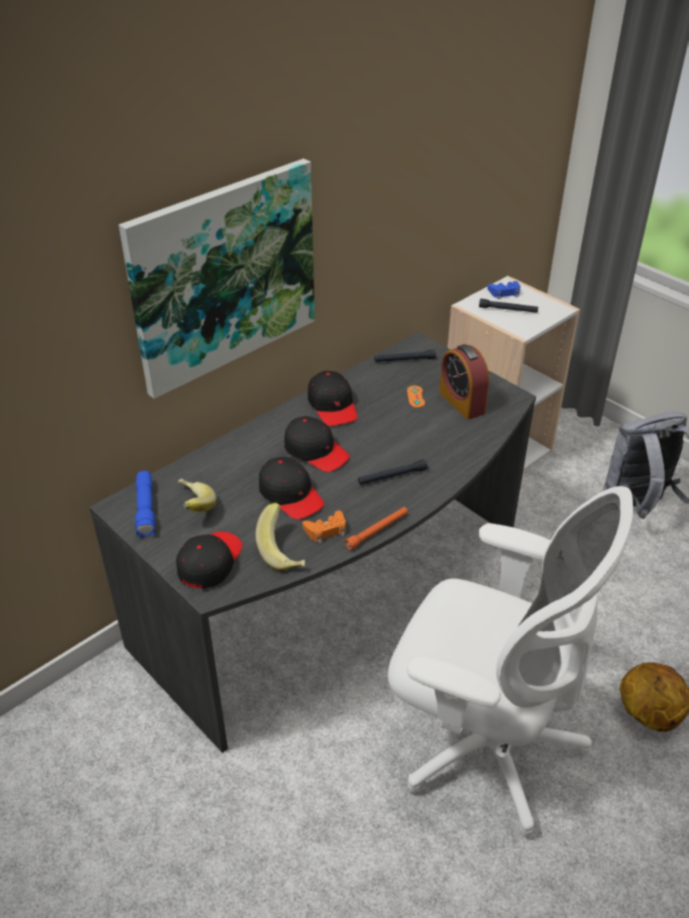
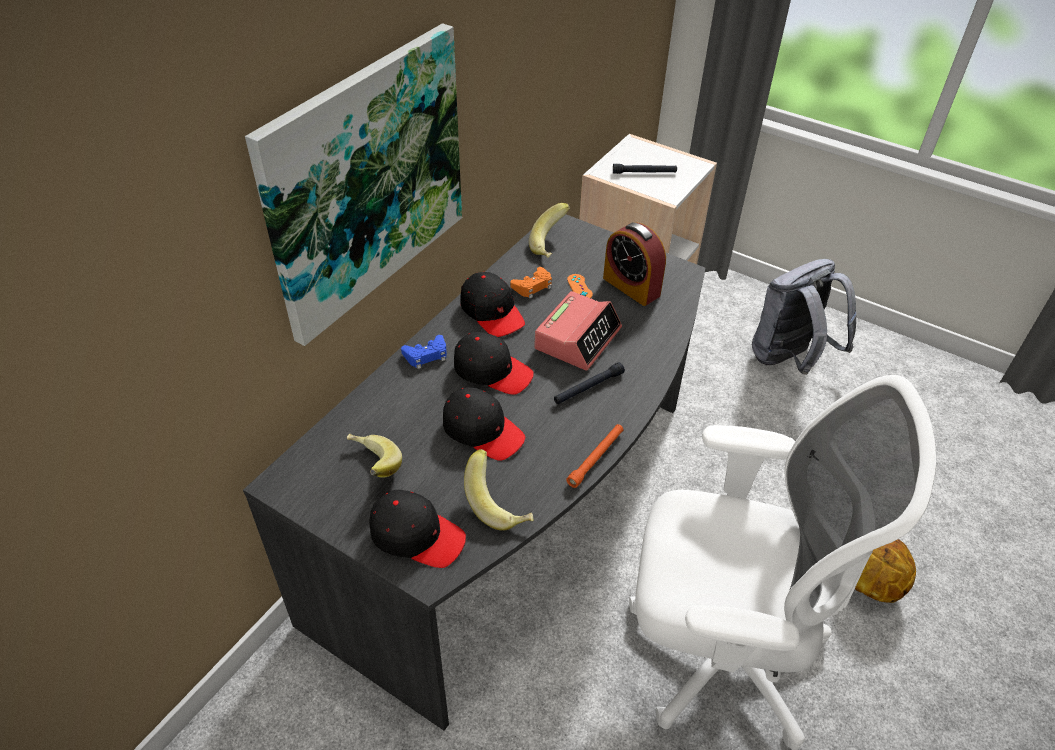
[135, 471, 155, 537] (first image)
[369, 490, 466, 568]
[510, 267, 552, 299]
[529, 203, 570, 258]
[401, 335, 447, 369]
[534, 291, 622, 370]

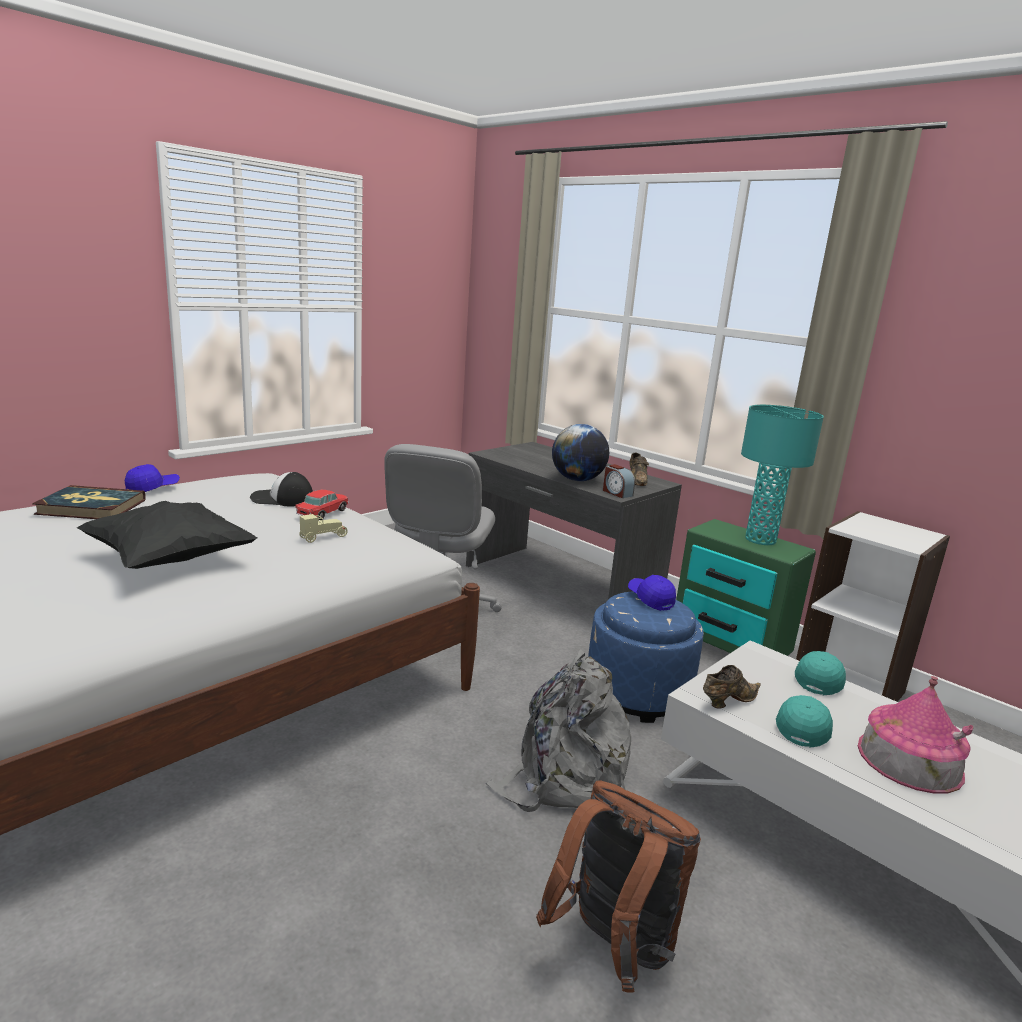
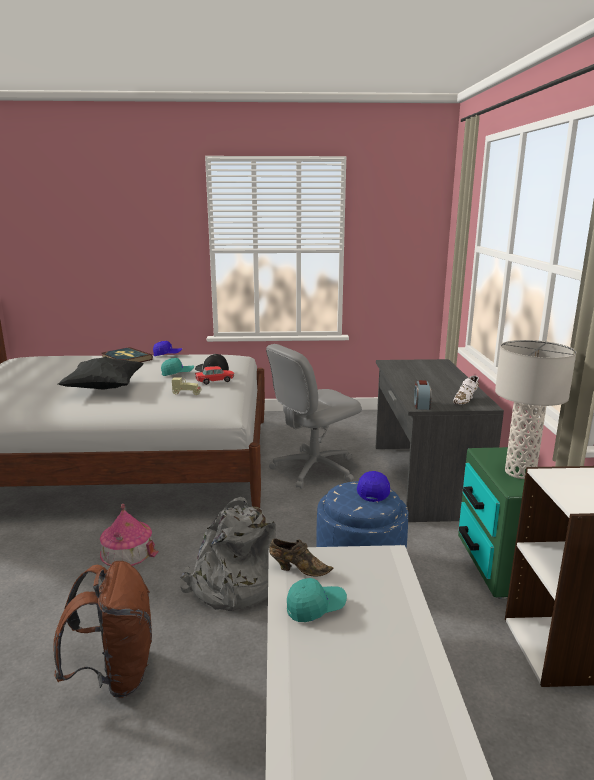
[552, 424, 609, 481] (first image)
[453, 376, 479, 404]
[495, 340, 576, 479]
[161, 358, 194, 376]
[100, 504, 159, 566]

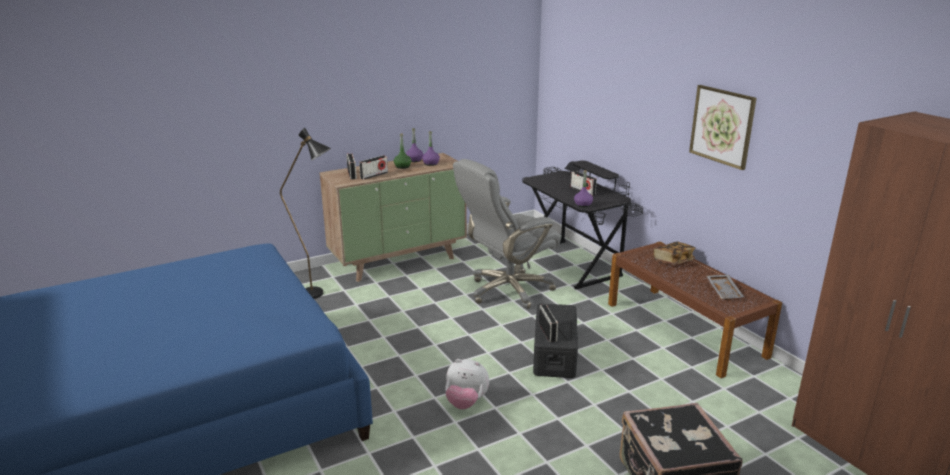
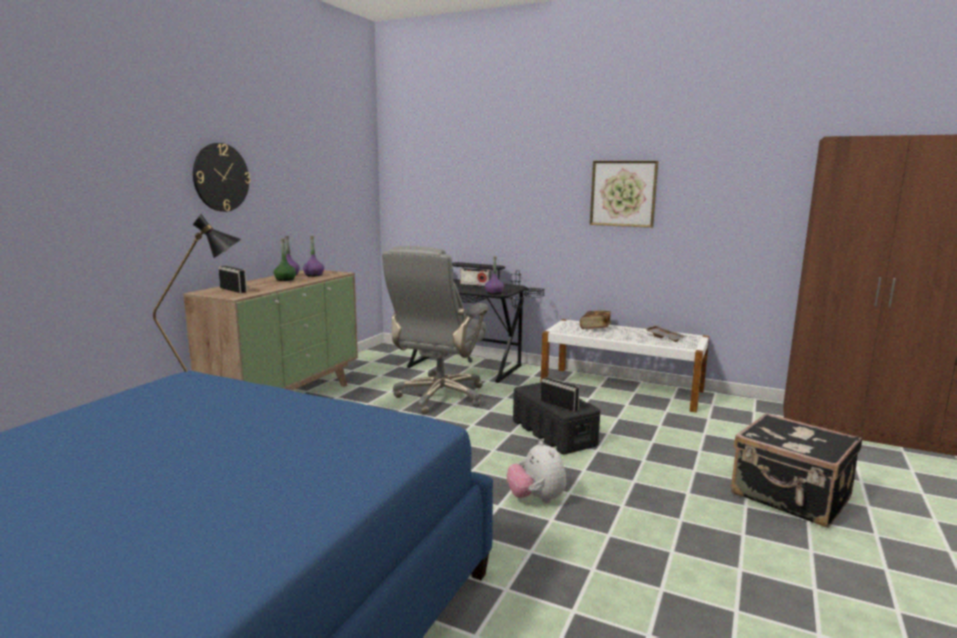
[359, 155, 388, 180] (first image)
[507, 441, 566, 503]
[541, 319, 709, 413]
[193, 143, 251, 212]

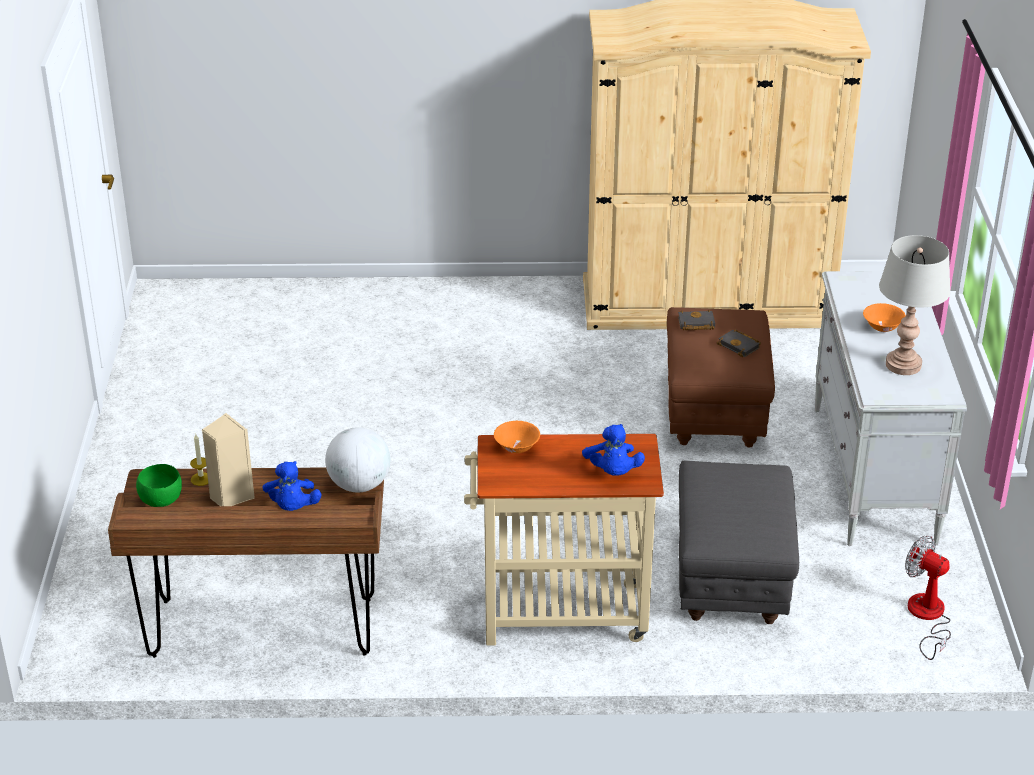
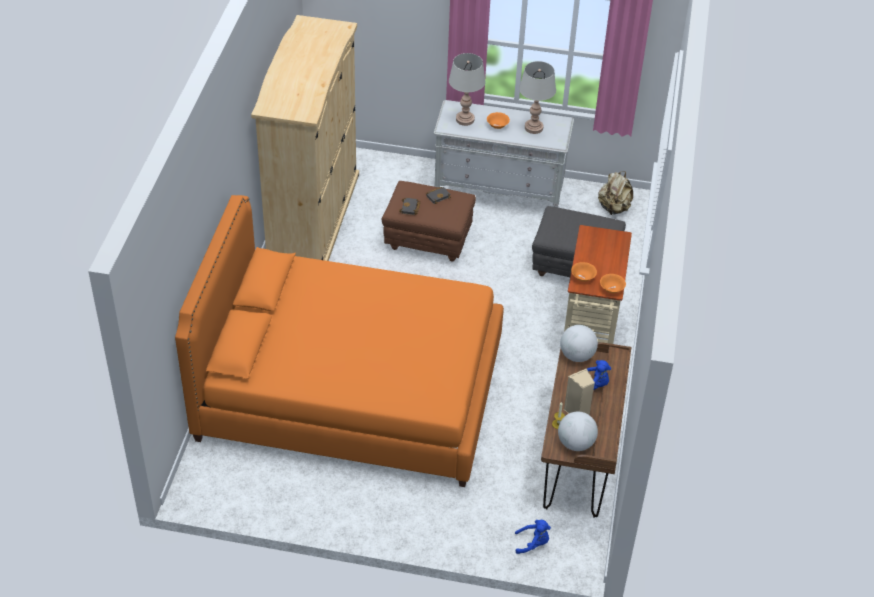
[558, 412, 598, 451]
[515, 520, 551, 554]
[598, 171, 633, 215]
[175, 195, 504, 487]
[449, 53, 486, 126]
[600, 274, 626, 293]

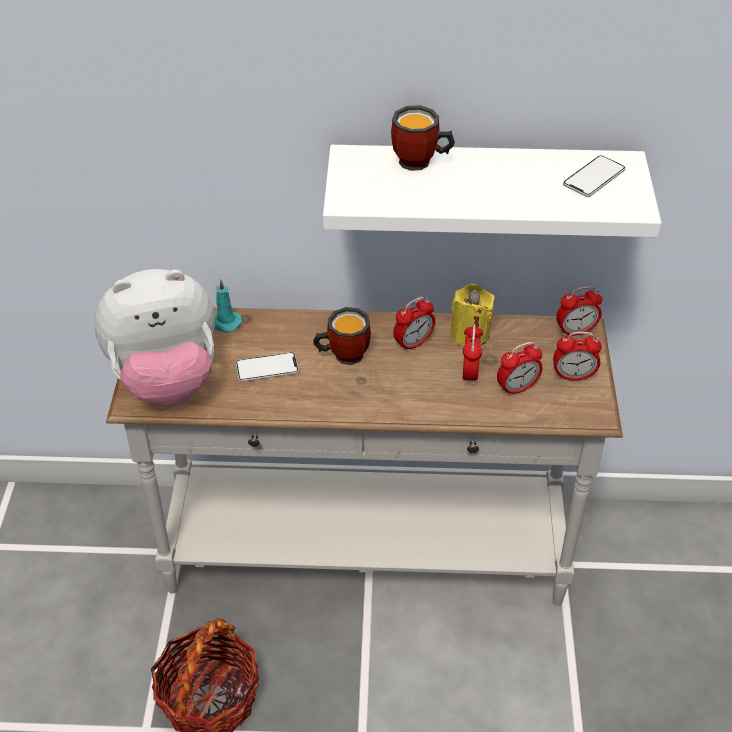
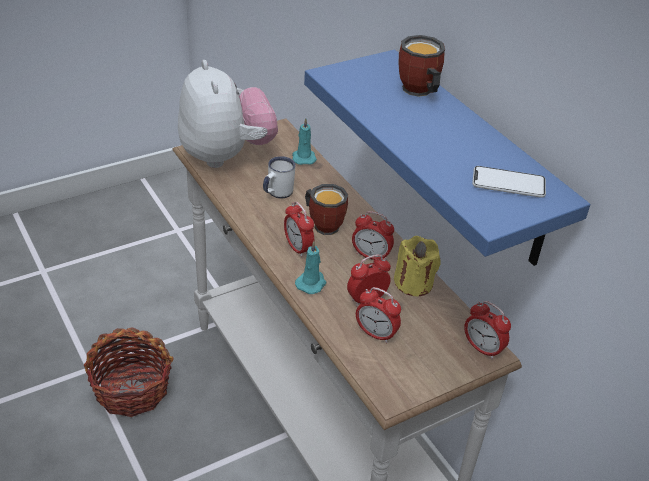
[178, 60, 278, 168]
[263, 156, 296, 199]
[304, 50, 590, 266]
[284, 202, 314, 257]
[295, 241, 326, 294]

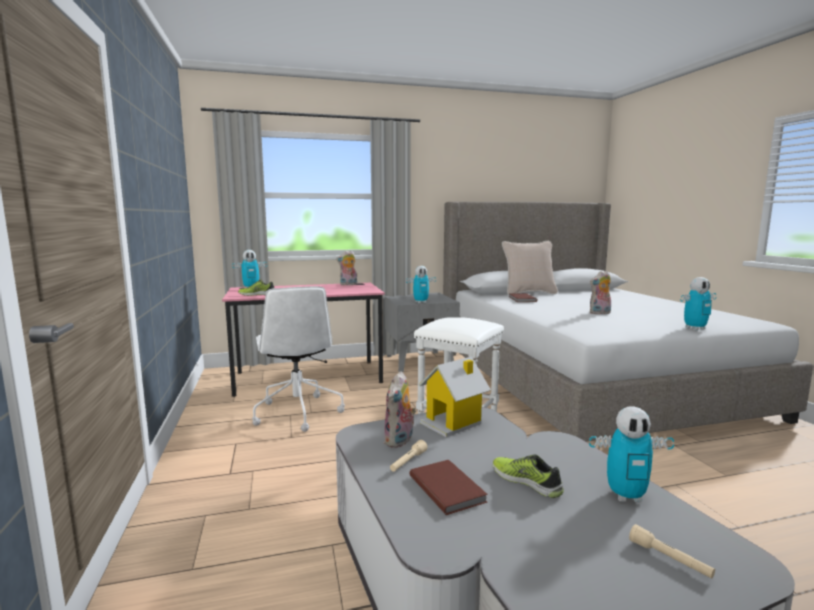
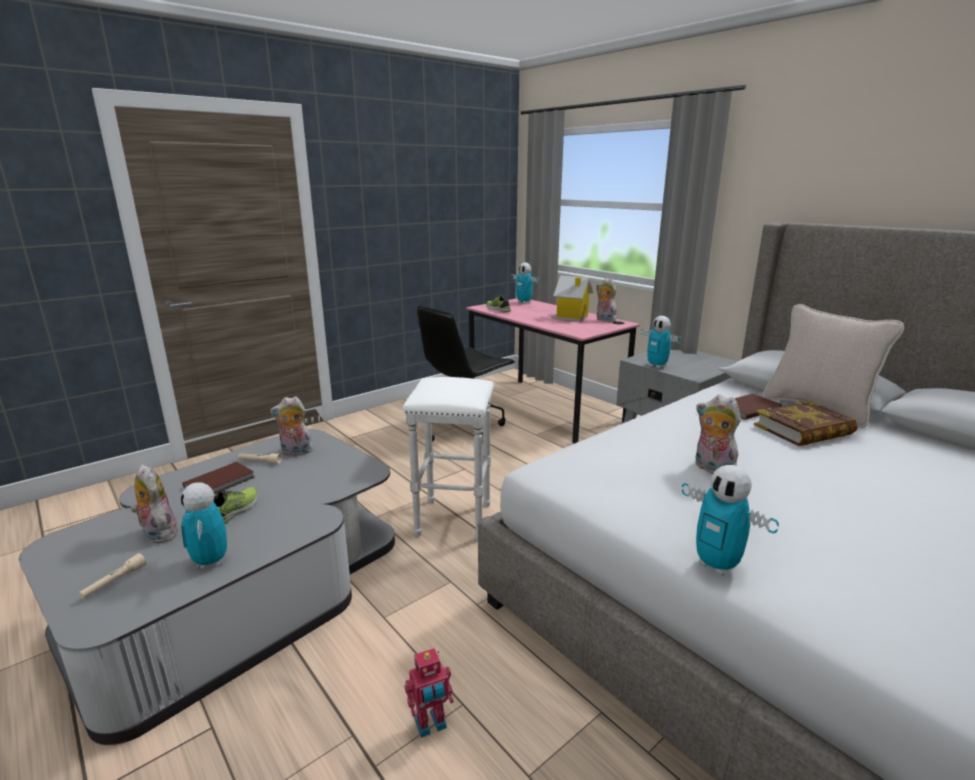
[417, 306, 516, 445]
[551, 275, 593, 322]
[131, 465, 178, 543]
[405, 648, 453, 738]
[754, 401, 858, 446]

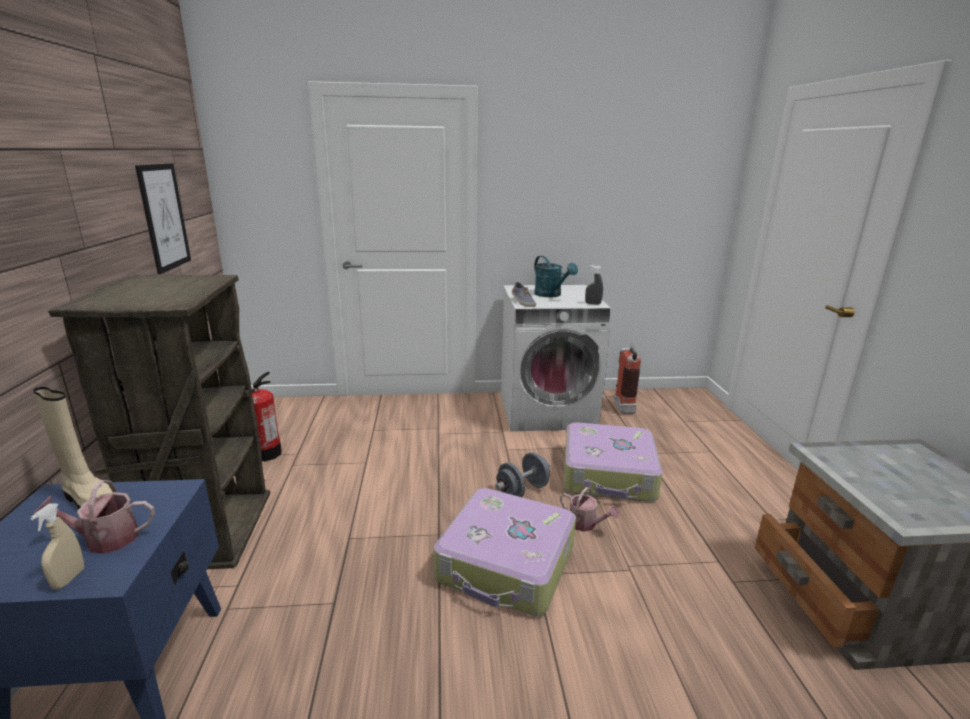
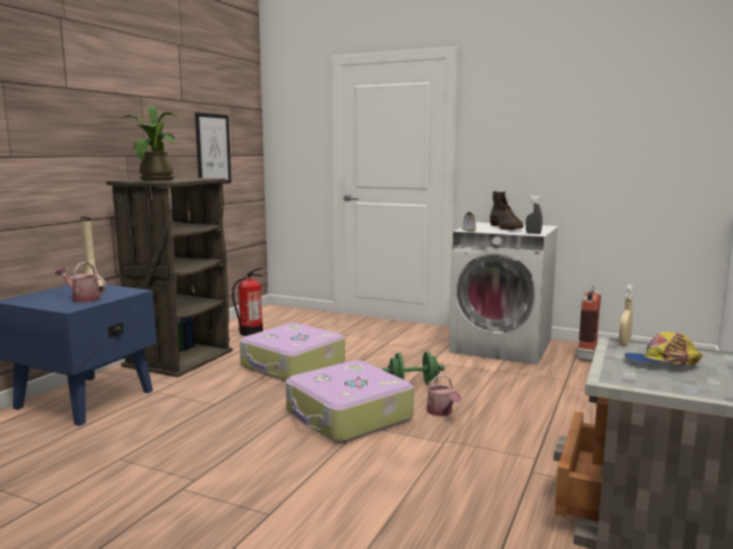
[618, 285, 633, 346]
[383, 352, 445, 385]
[490, 191, 523, 230]
[240, 323, 345, 381]
[118, 105, 184, 181]
[624, 332, 703, 366]

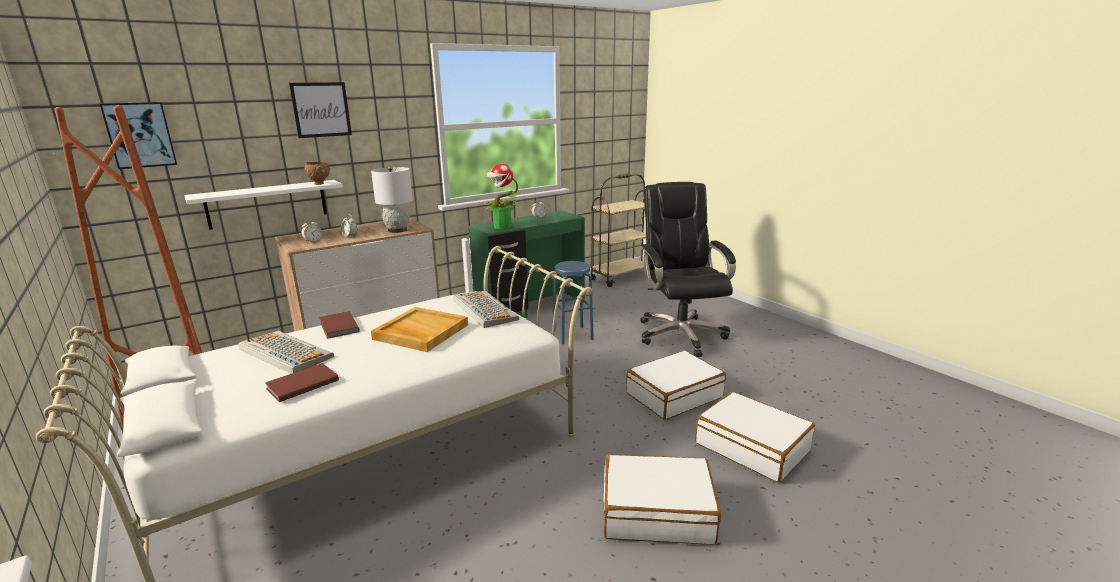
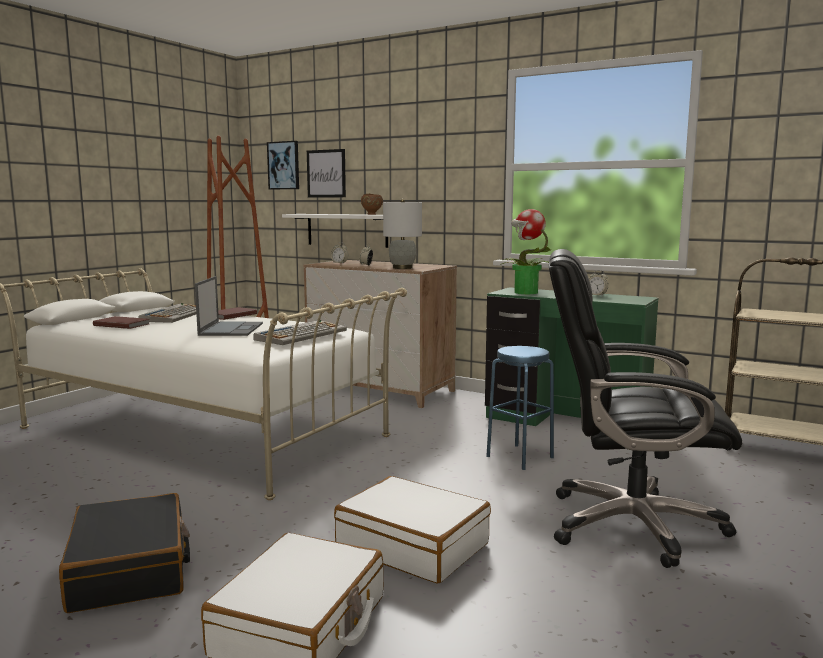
[307, 149, 346, 197]
[195, 276, 263, 336]
[59, 493, 190, 613]
[549, 249, 742, 568]

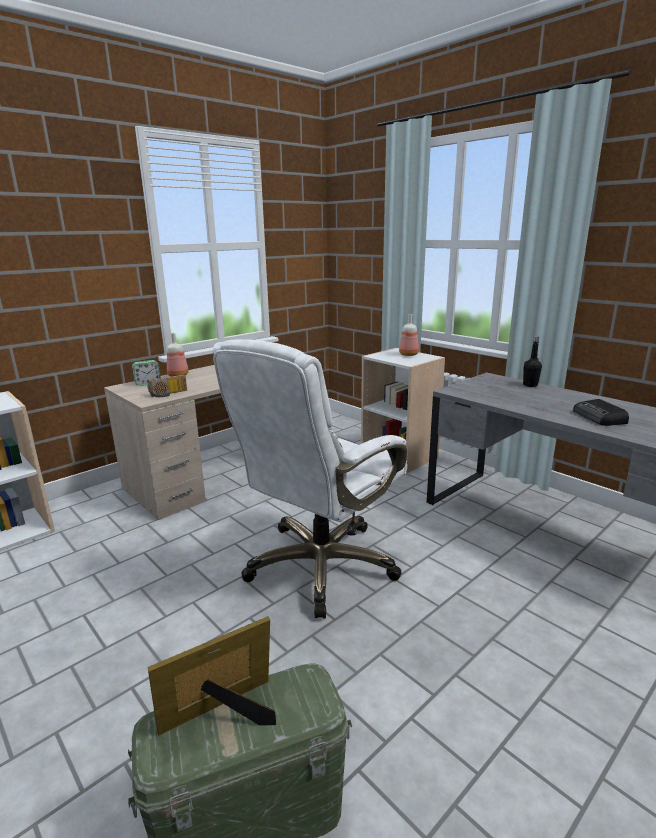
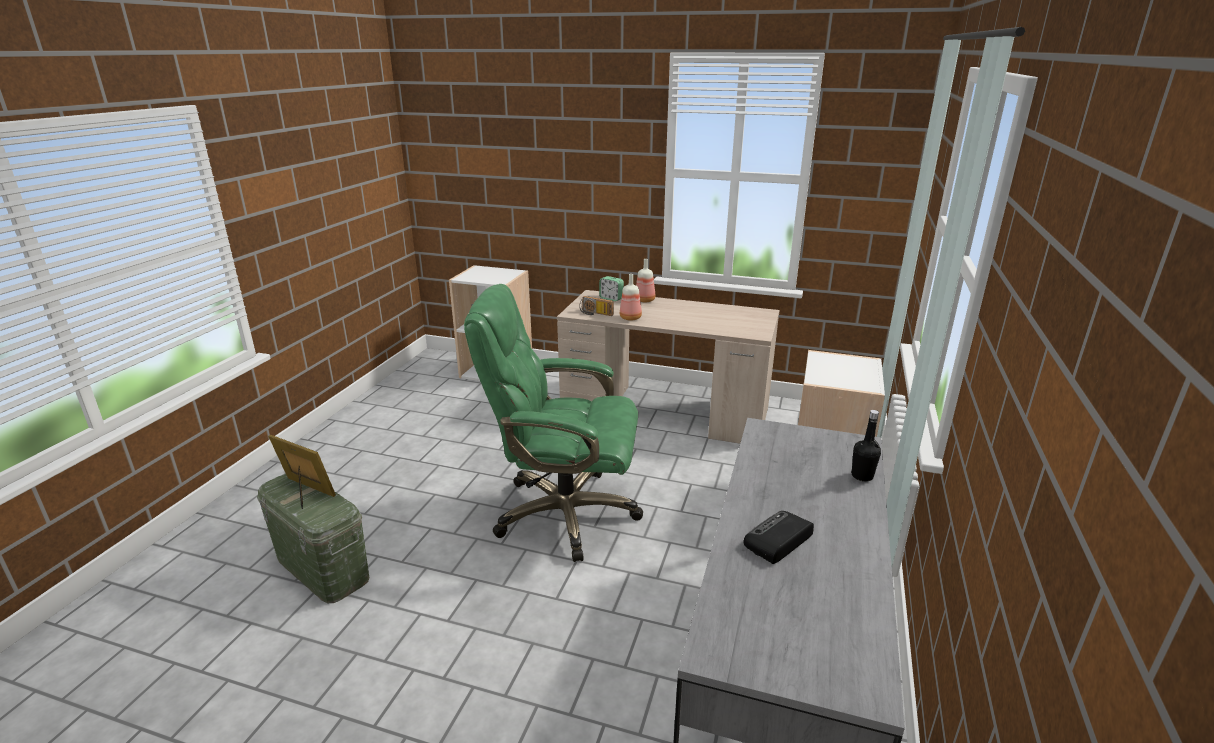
[464, 284, 643, 562]
[620, 274, 642, 320]

